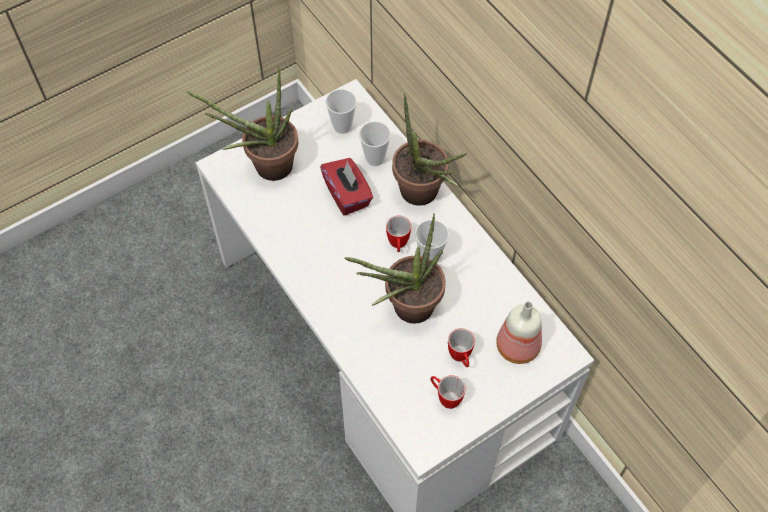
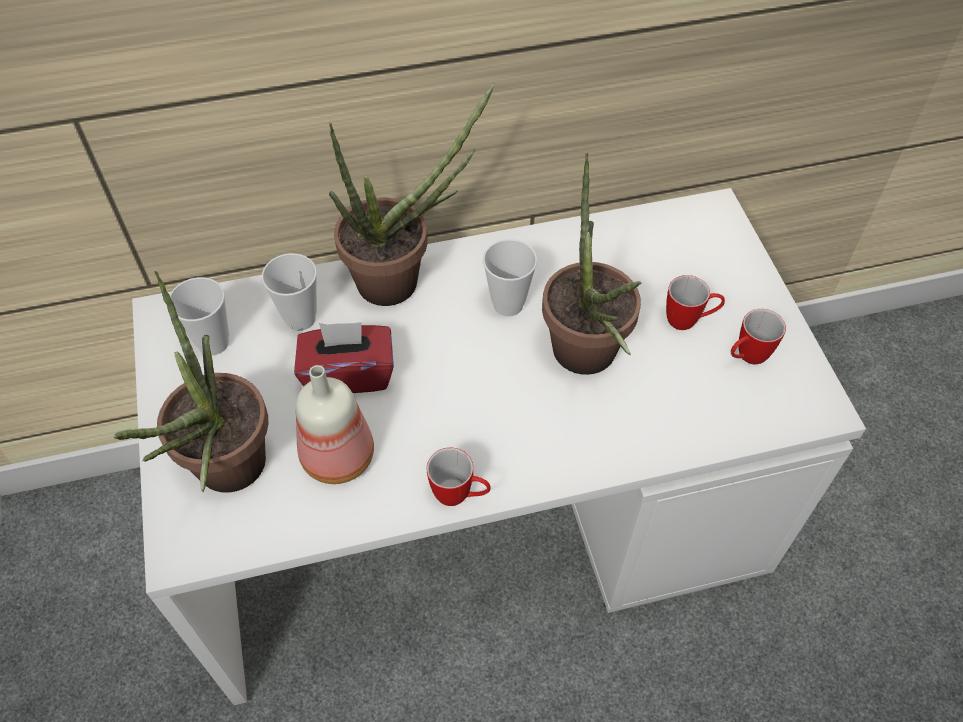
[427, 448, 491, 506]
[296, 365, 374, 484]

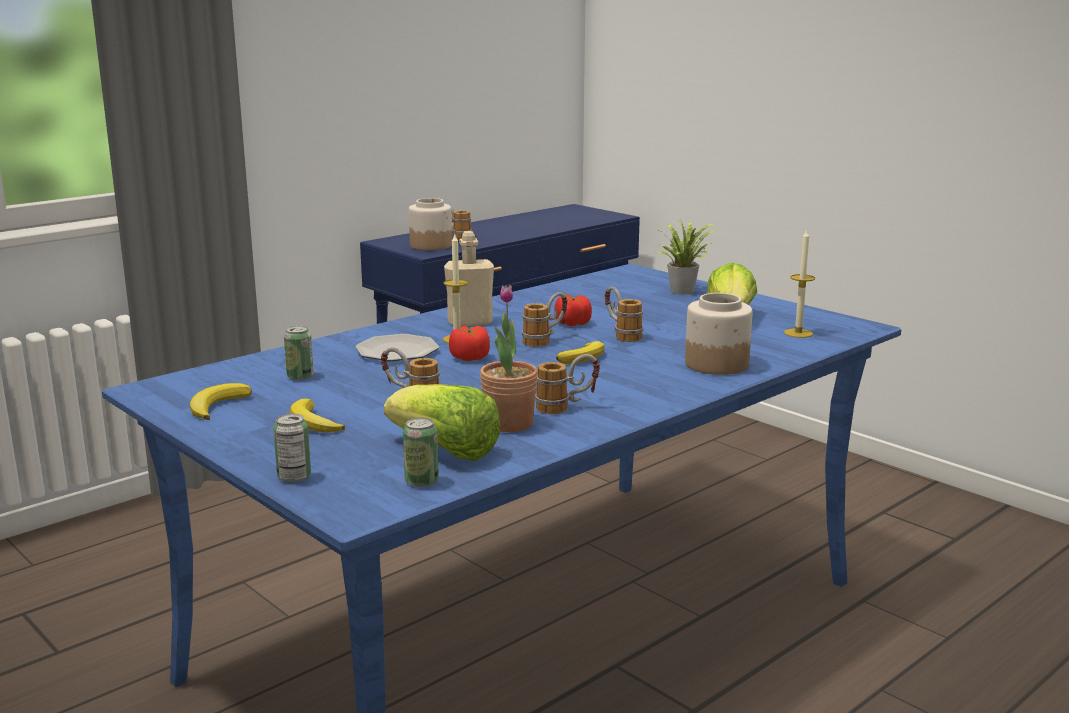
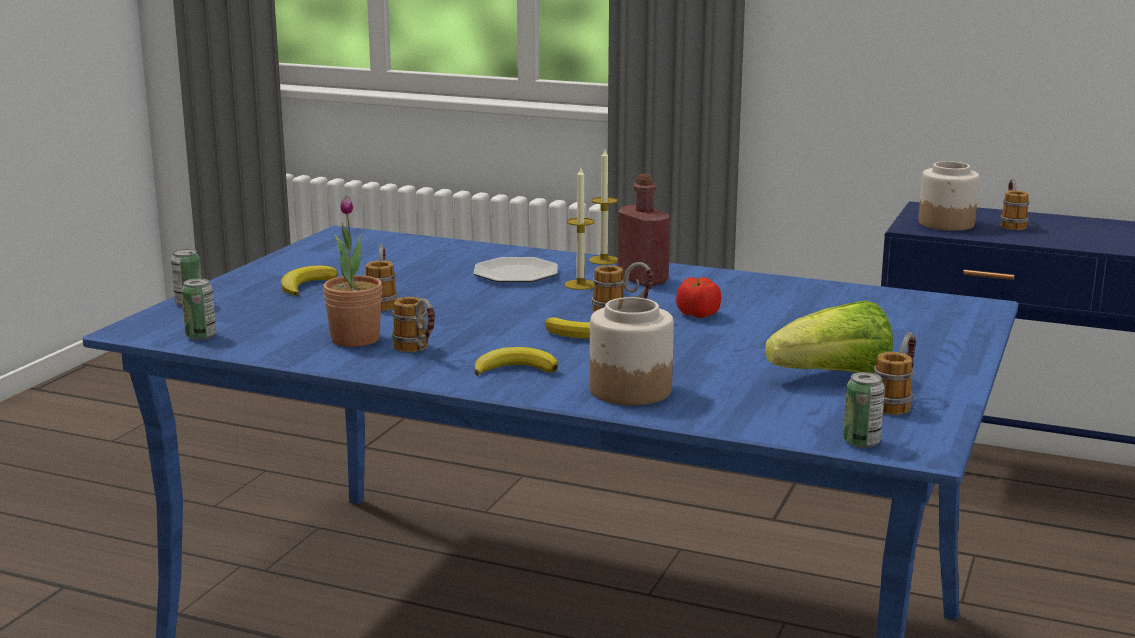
[475, 347, 558, 376]
[843, 372, 885, 448]
[384, 384, 500, 461] (first image)
[618, 174, 670, 287]
[449, 326, 490, 361] (first image)
[874, 332, 916, 415]
[657, 220, 717, 294] (first image)
[589, 149, 618, 265]

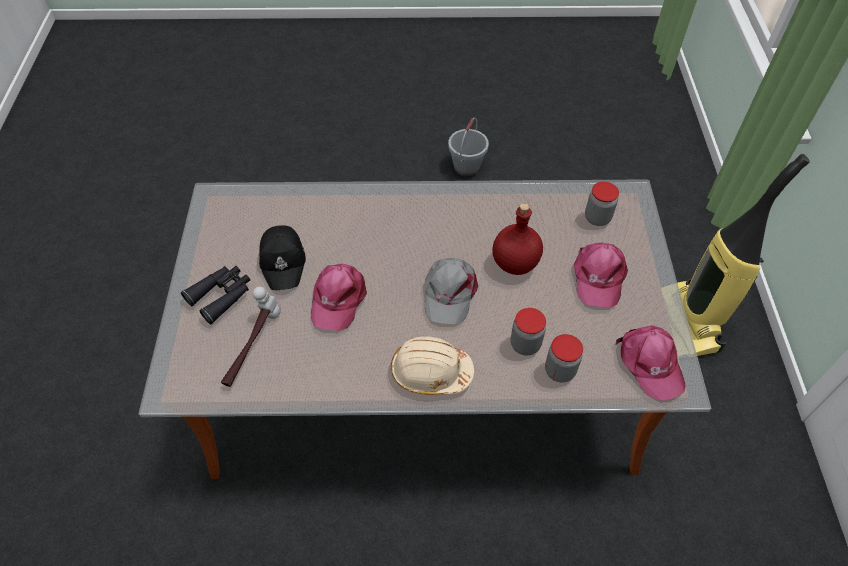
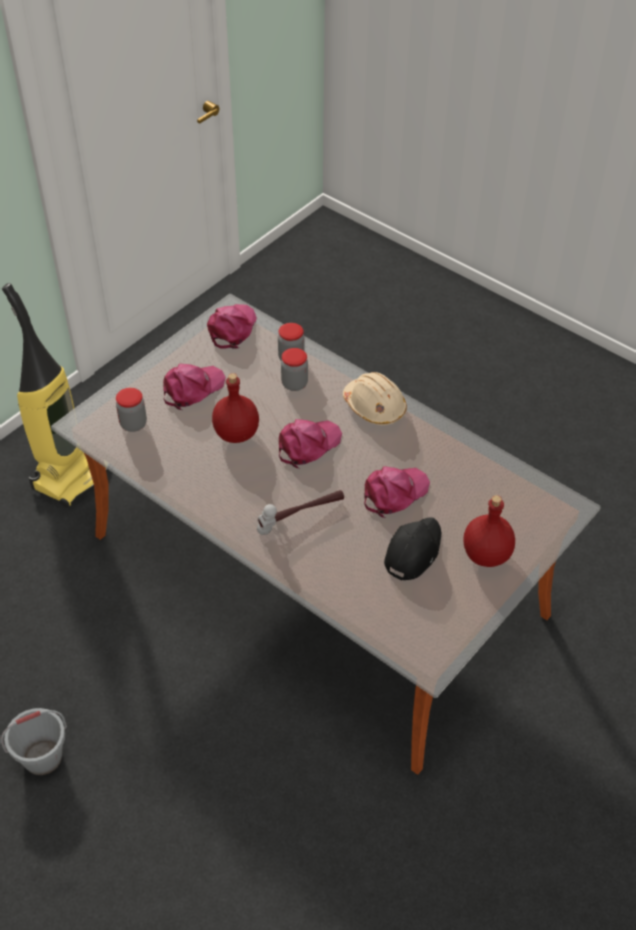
[464, 495, 515, 567]
[257, 490, 344, 535]
[279, 419, 342, 468]

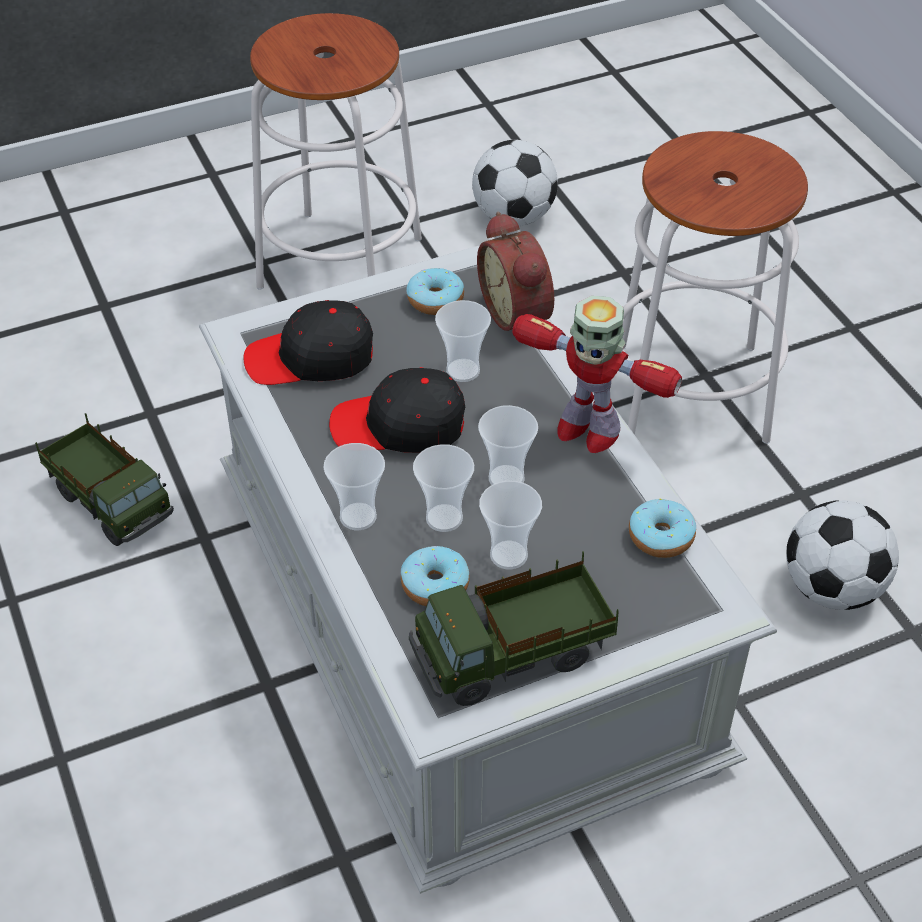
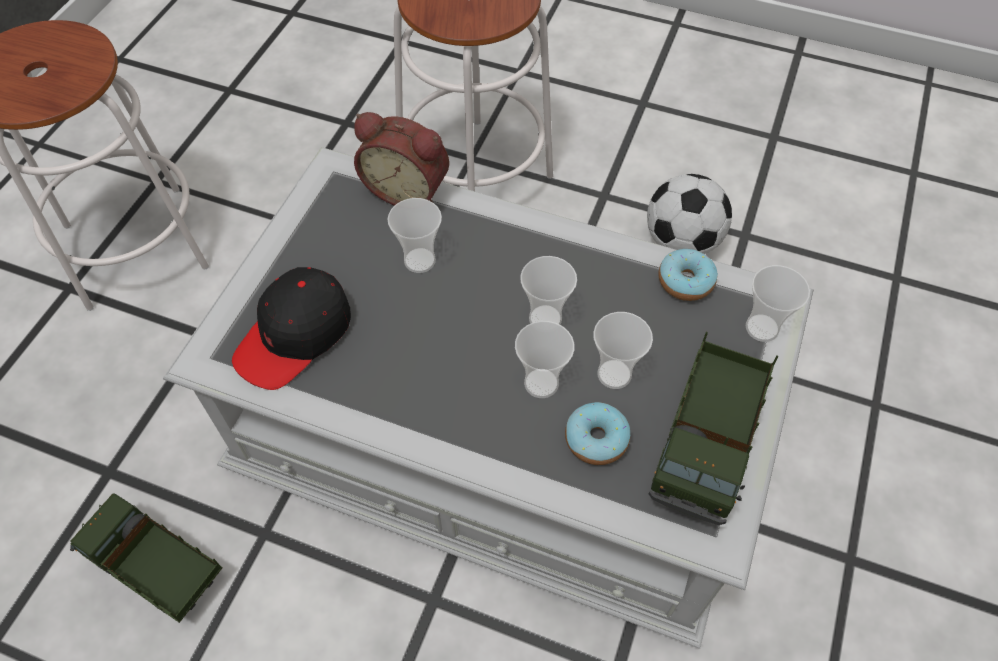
[70, 493, 223, 623]
[746, 265, 810, 342]
[329, 367, 465, 453] (first image)
[406, 268, 464, 315] (first image)
[472, 140, 558, 226] (first image)
[512, 296, 682, 453] (first image)

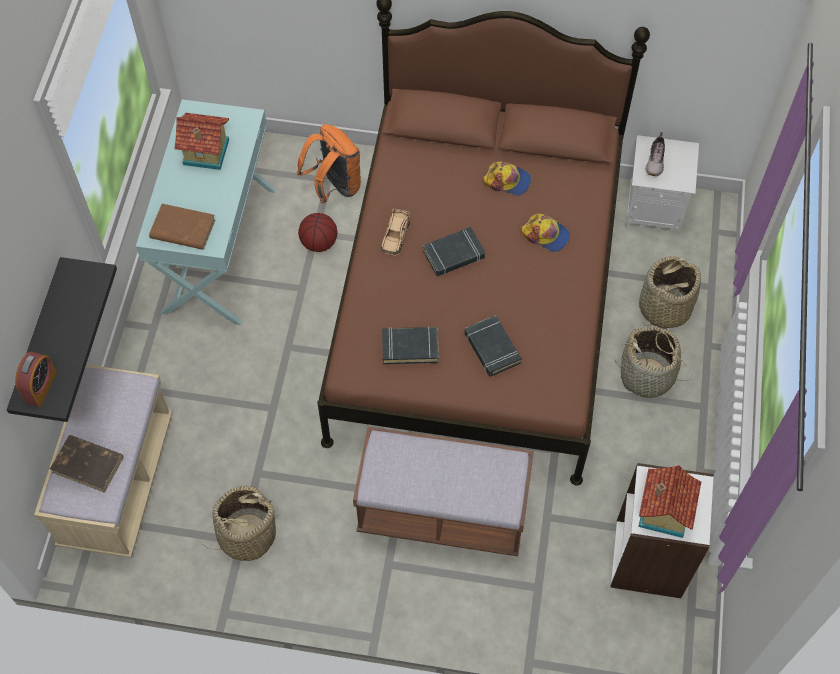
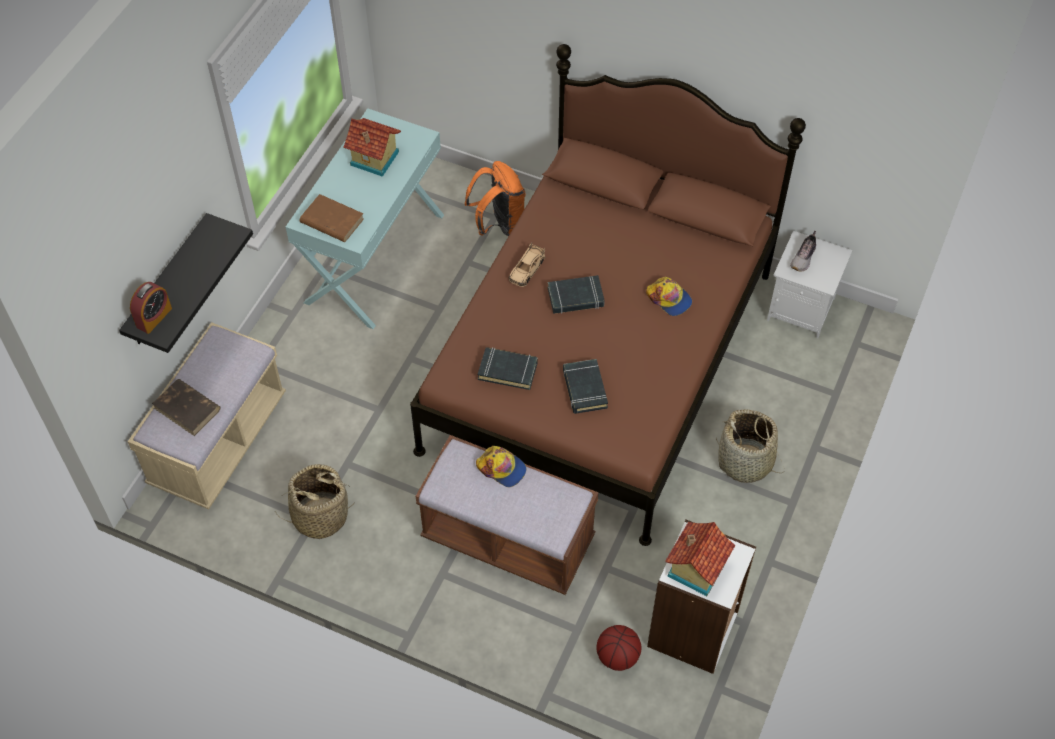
[597, 625, 641, 671]
[476, 446, 527, 487]
[639, 256, 701, 329] (first image)

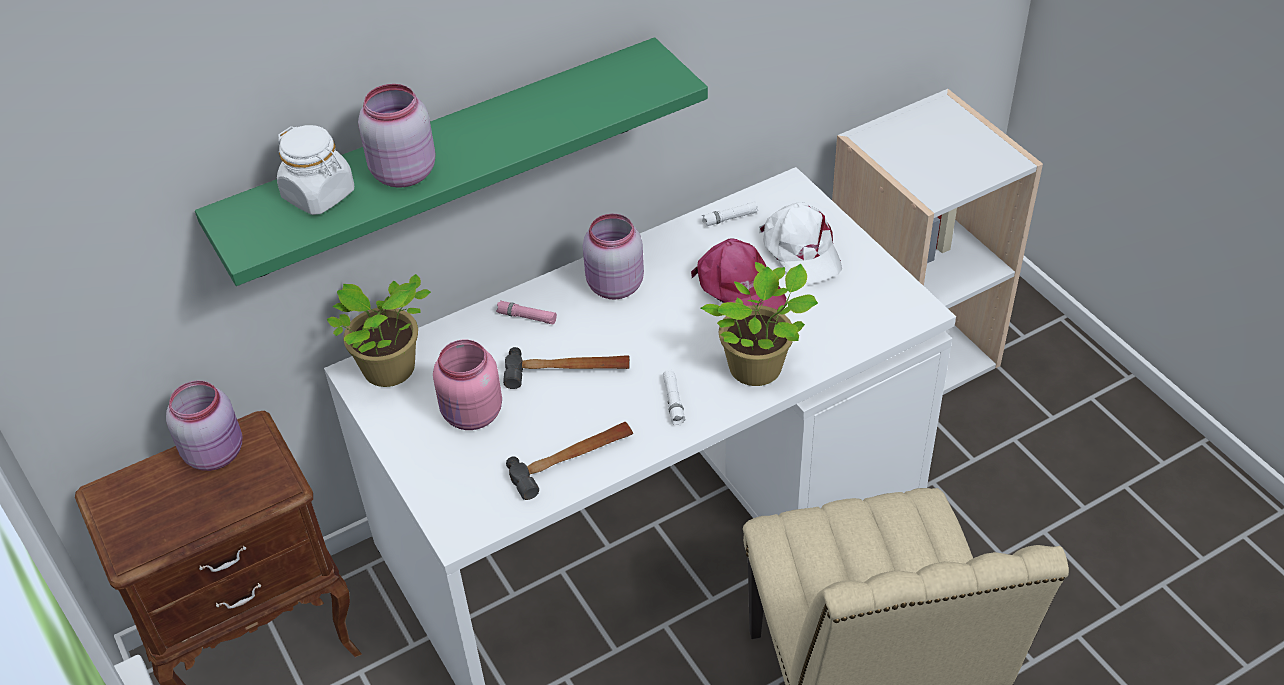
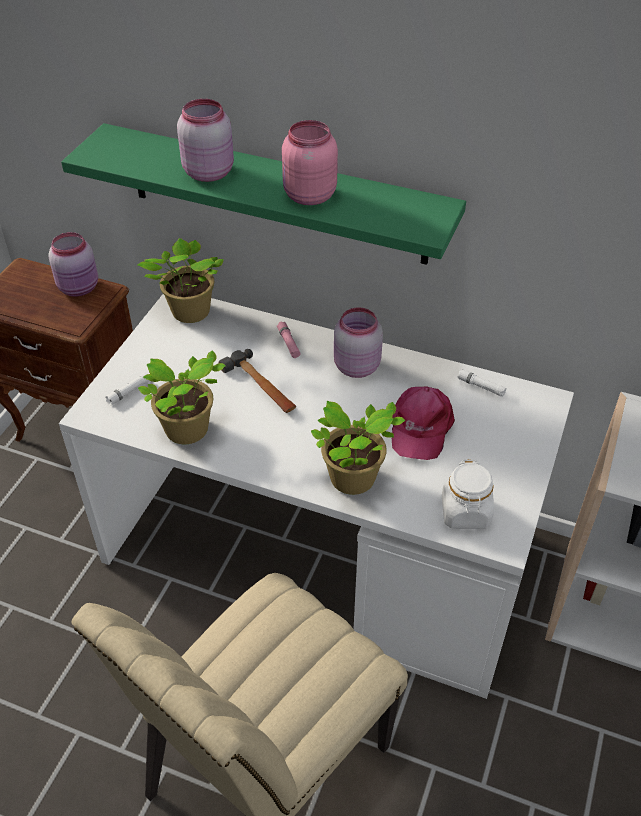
[442, 459, 494, 529]
[282, 120, 338, 205]
[138, 351, 226, 444]
[106, 372, 149, 406]
[759, 202, 842, 284] (first image)

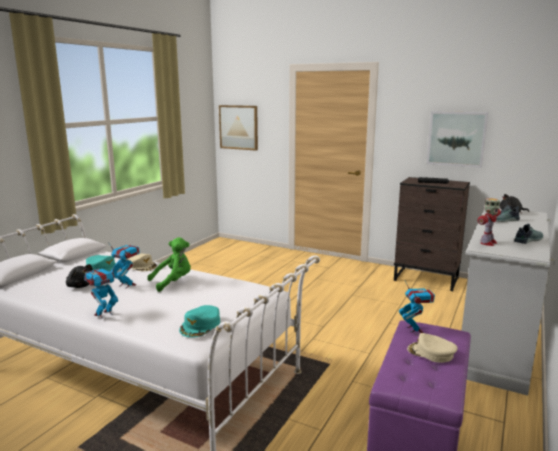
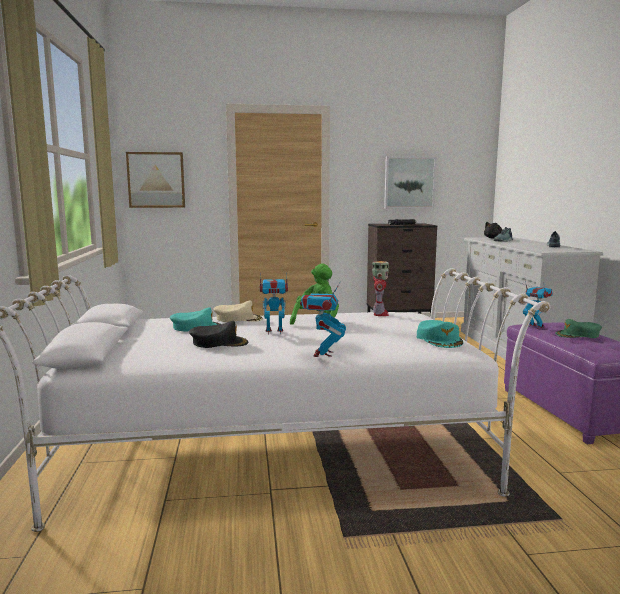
[189, 321, 249, 348]
[555, 319, 602, 338]
[372, 261, 389, 316]

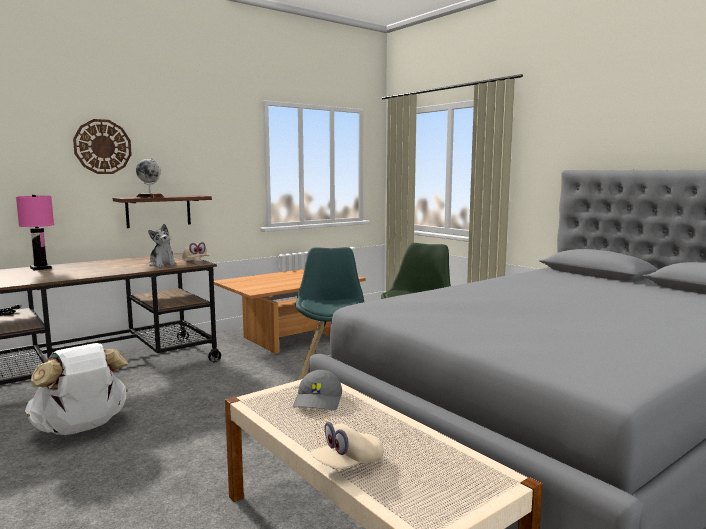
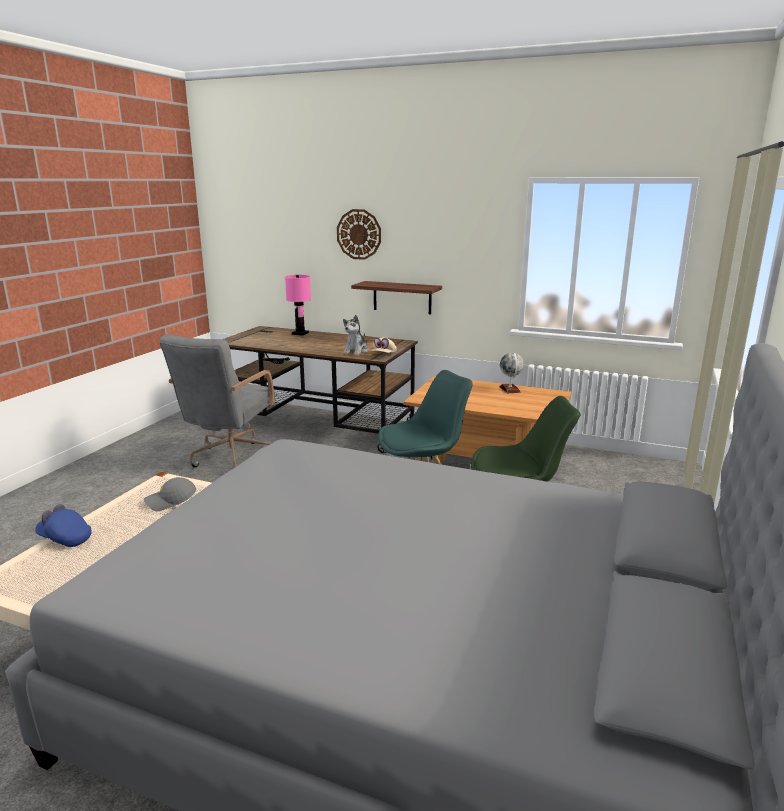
[160, 335, 275, 470]
[499, 353, 524, 394]
[35, 504, 92, 547]

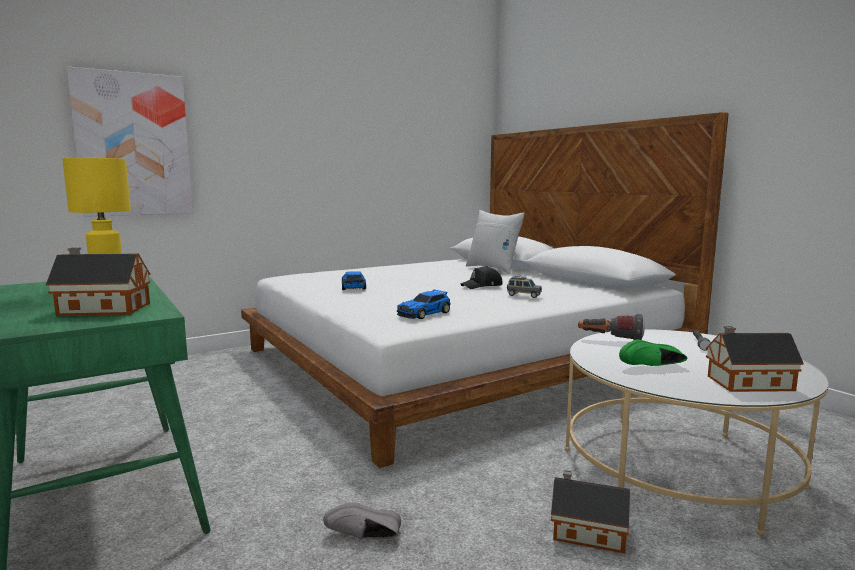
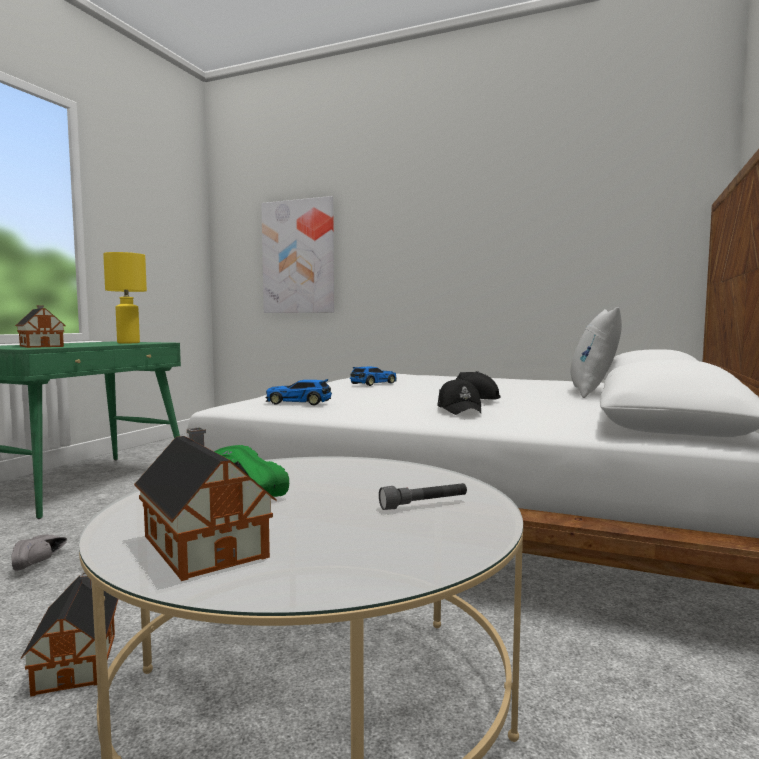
[11, 534, 67, 571]
[437, 379, 481, 415]
[578, 314, 645, 340] (first image)

